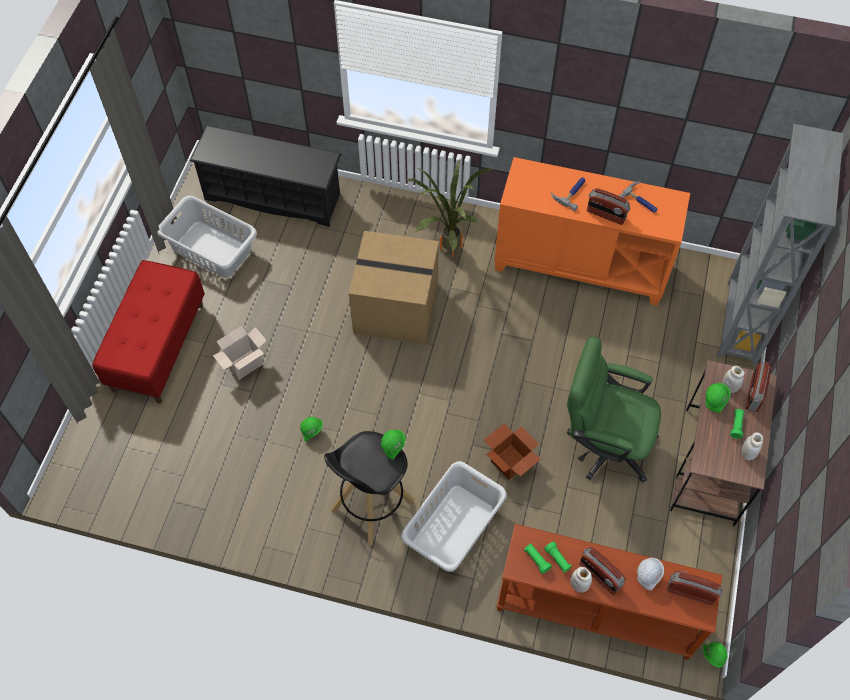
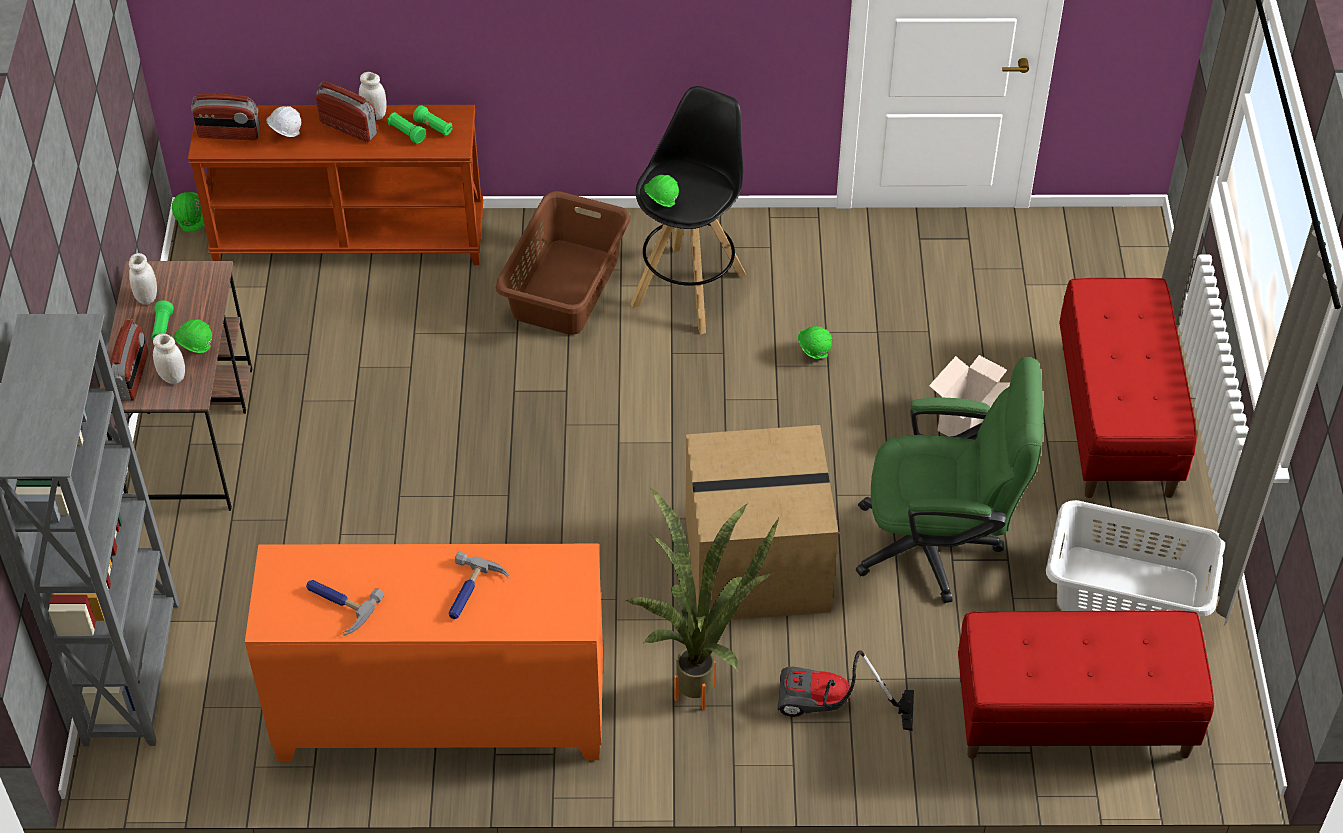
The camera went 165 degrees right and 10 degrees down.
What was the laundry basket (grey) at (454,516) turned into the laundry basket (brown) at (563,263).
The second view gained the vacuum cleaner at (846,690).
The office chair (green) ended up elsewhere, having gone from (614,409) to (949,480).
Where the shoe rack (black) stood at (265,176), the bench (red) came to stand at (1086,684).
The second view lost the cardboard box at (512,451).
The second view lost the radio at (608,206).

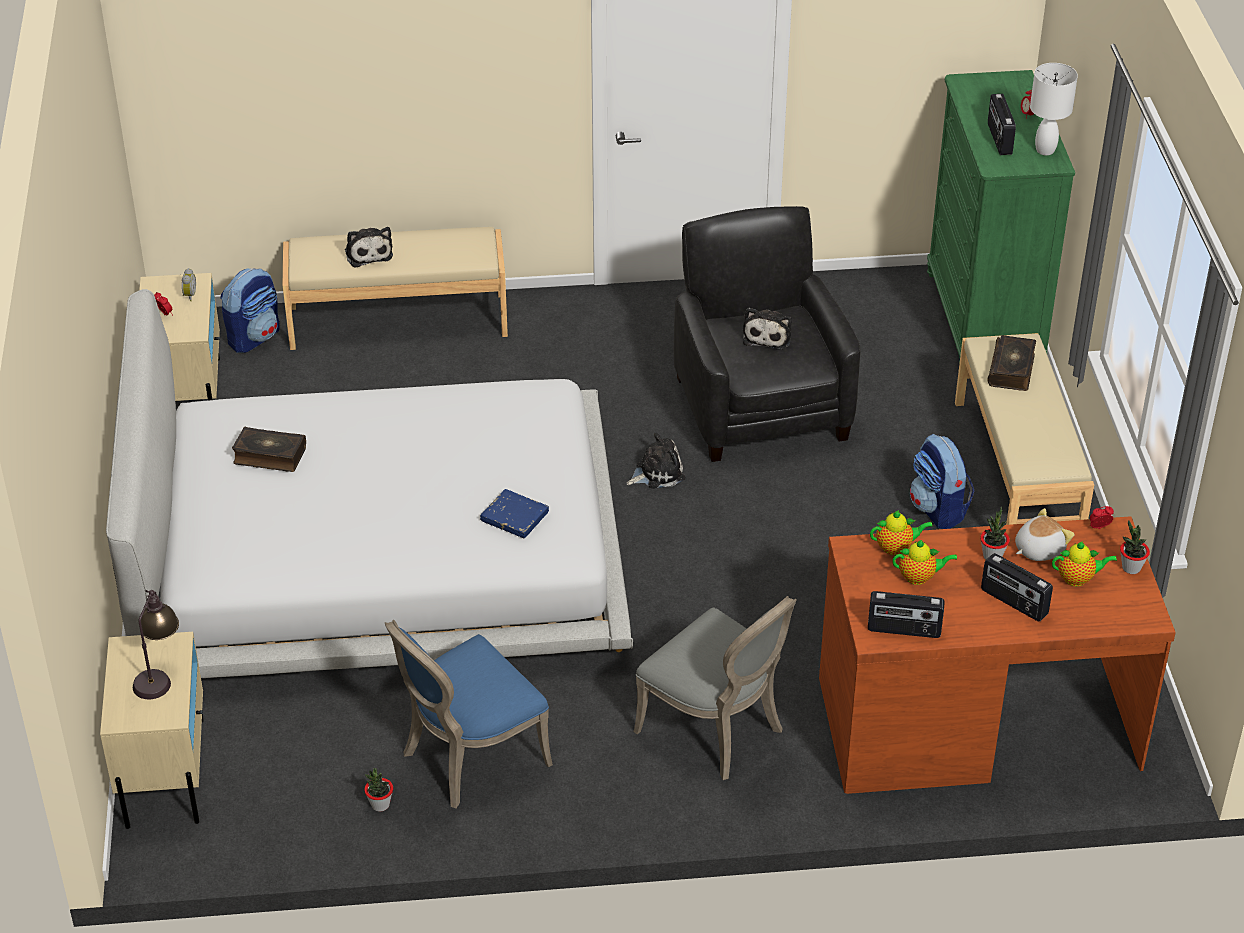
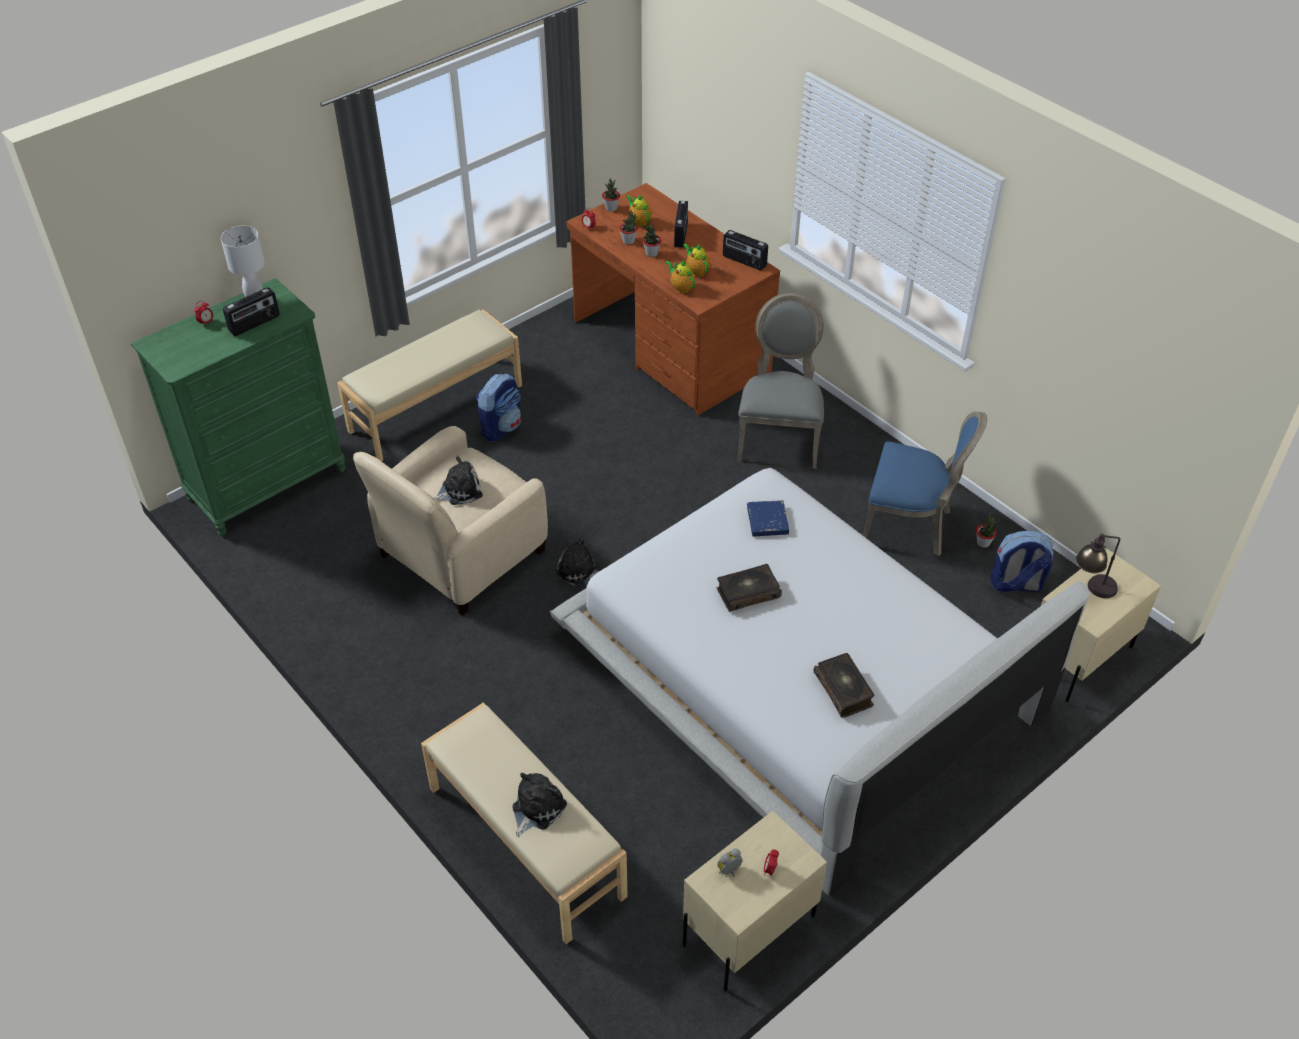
The camera went 125 degrees left and 5 degrees up.
What was the armchair (black) at (767,334) turned into the armchair (beige) at (450,521).
Where the plush toy stood at (1045,534), the potted plant came to stand at (628,227).
The book ended up elsewhere, having gone from (1012,363) to (749,588).
The radio at (906,614) ended up facing another way, 150 degrees clockwise from before.
The backpack ended up elsewhere, having gone from (250,310) to (1022,561).

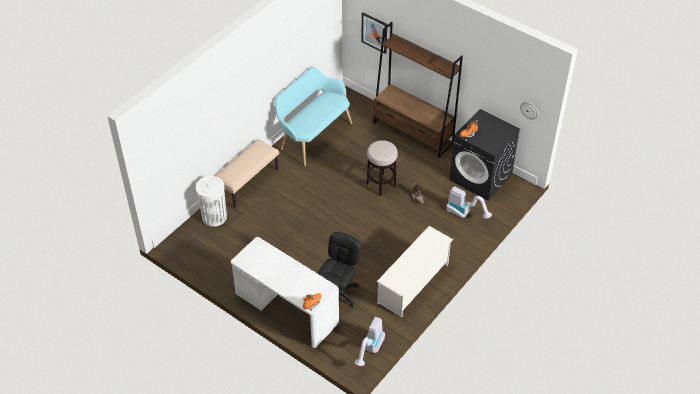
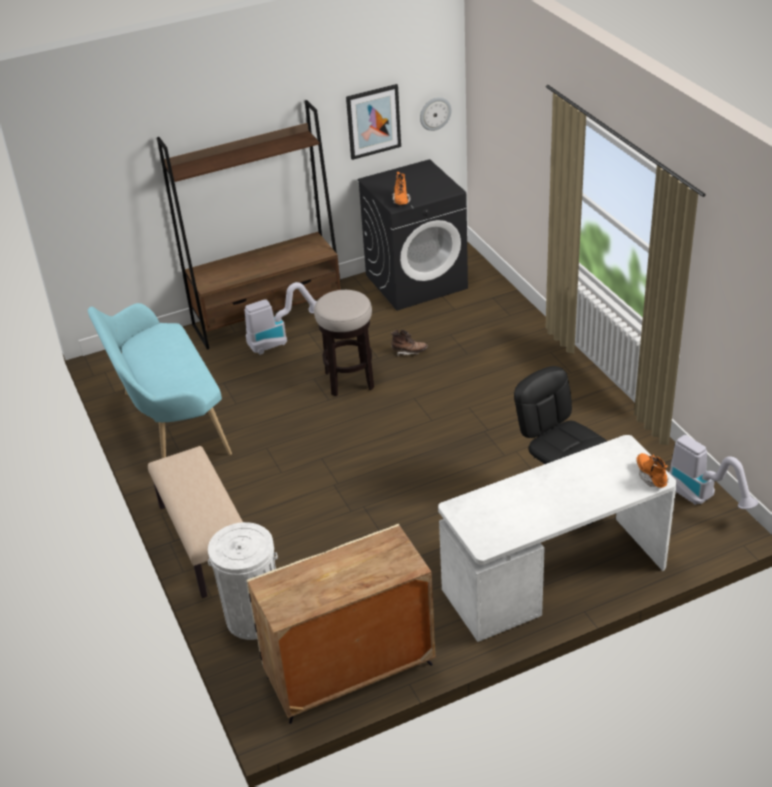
The camera went 60 degrees left and 10 degrees down.
The vacuum cleaner ended up elsewhere, having gone from (469,202) to (281,318).
The second view gained the cabinet (beige) at (341,623).
The picture ended up elsewhere, having gone from (374,33) to (373,122).
The second view lost the shoe rack (white) at (415,272).

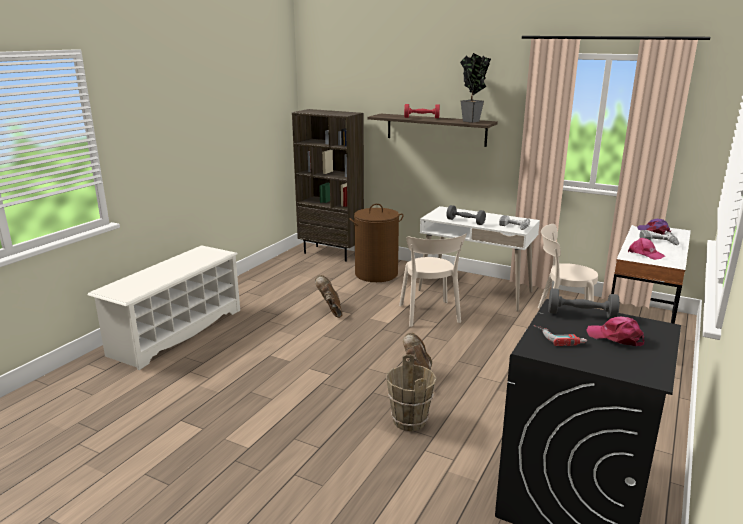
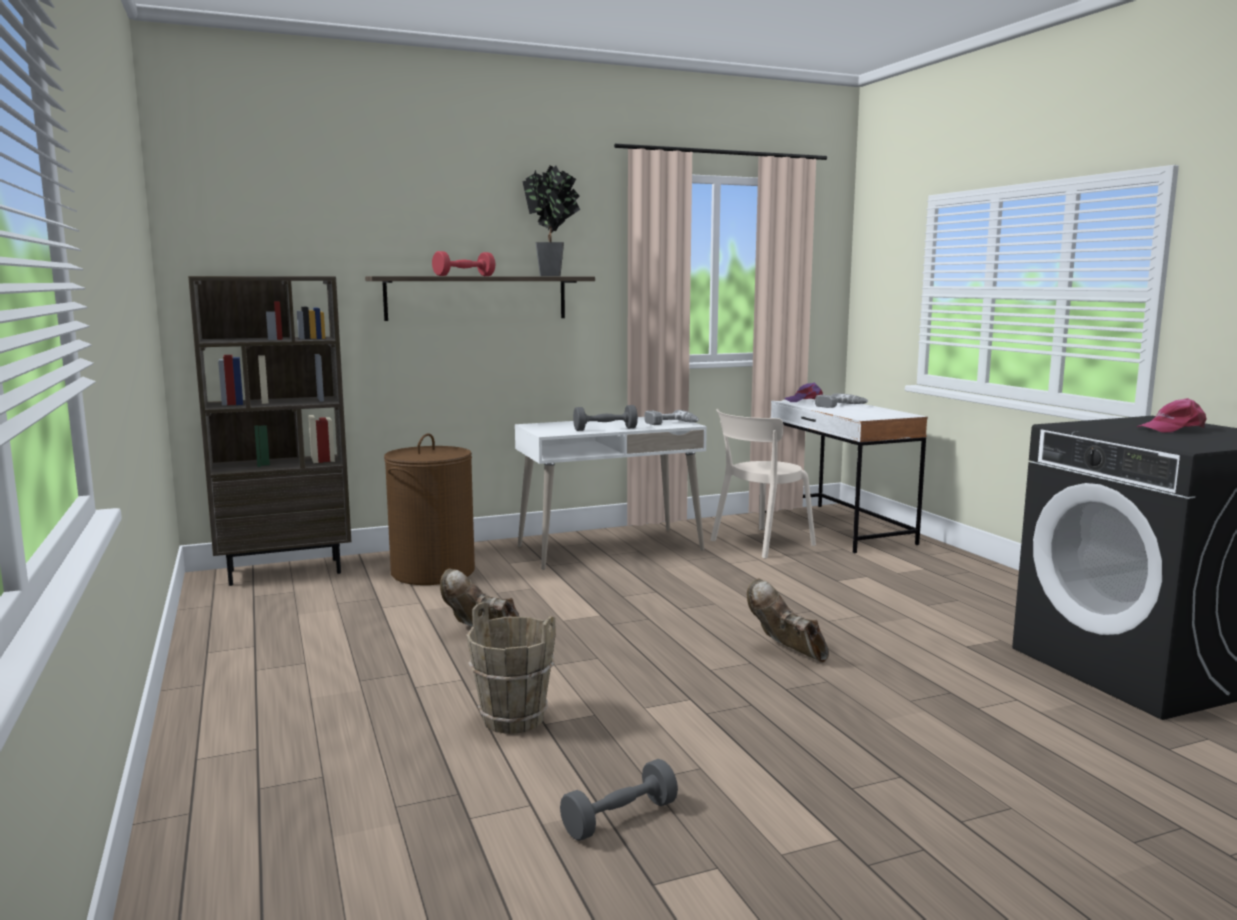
The camera went 50 degrees left and 10 degrees down.
The bucket (brown) ended up elsewhere, having gone from (411,392) to (511,668).
The dumbbell (grey) ended up elsewhere, having gone from (584,303) to (619,800).
The second view lost the shoe rack (white) at (164,307).
The second view lost the chair (beige) at (433,280).
The second view lost the power drill at (560,335).
The second view lost the cap (pink) at (646,249).

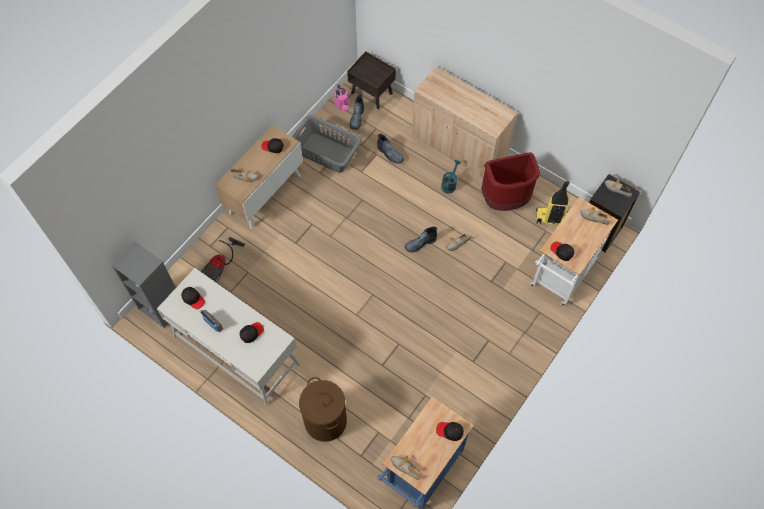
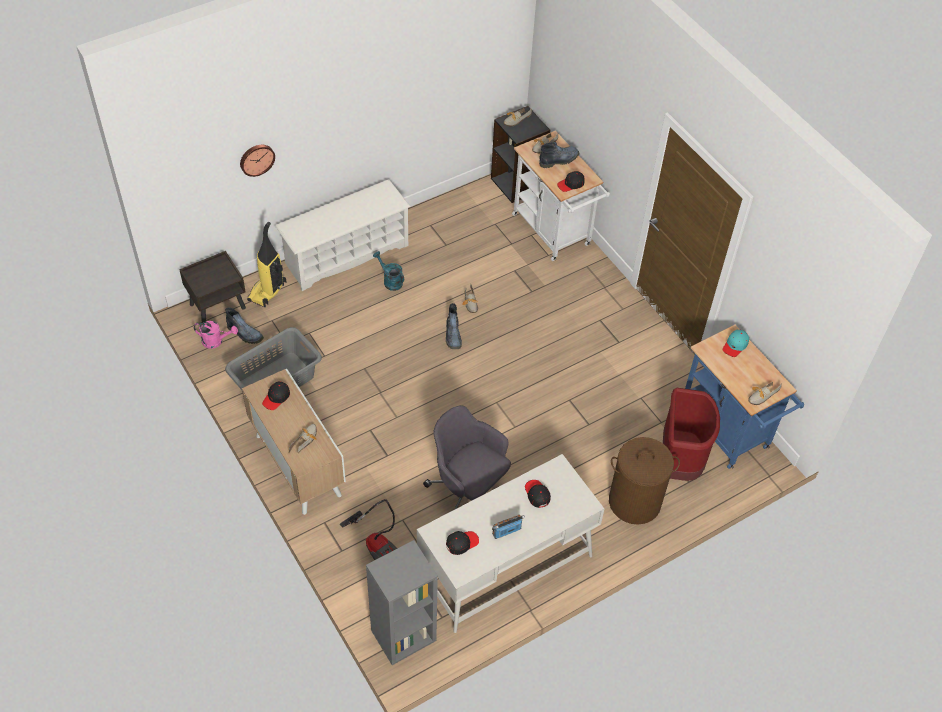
The camera went 70 degrees left and 10 degrees down.
The second view gained the wall clock at (257,161).
The vacuum cleaner ended up elsewhere, having gone from (553,203) to (267,264).
Where the cabinet (beige) stood at (465,122), the shoe rack (white) came to stand at (343,235).
The second view gained the office chair (grey) at (467,457).
The boot ended up elsewhere, having gone from (390,149) to (559,155).
The trash can (red) ended up elsewhere, having gone from (510,182) to (691,434).
What was the cap (black) at (450,431) turned into the cap (turquoise) at (736,343).

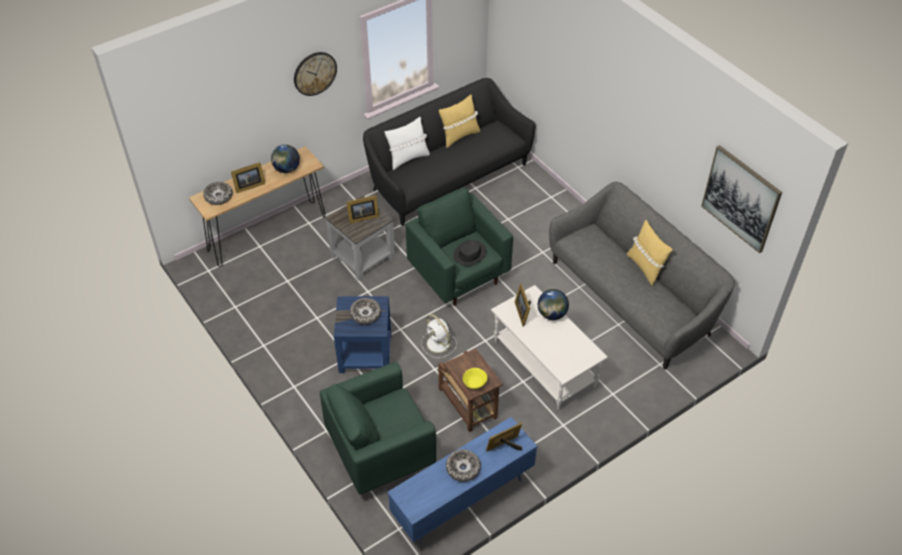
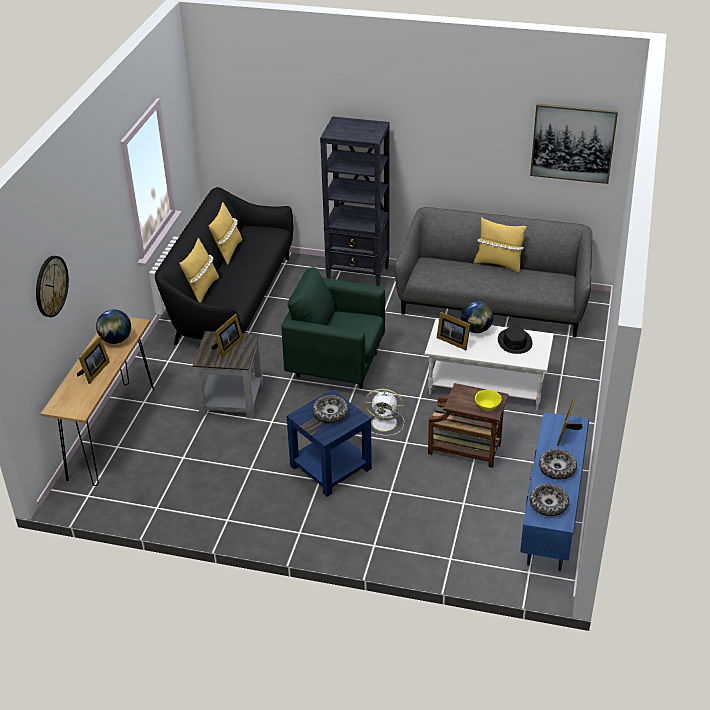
The camera went 40 degrees left and 10 degrees down.
The wall clock ended up elsewhere, having gone from (315,74) to (52,286).
What was the pillow (white) at (407,143) turned into the pillow (yellow) at (199,270).
The second view gained the bookcase (black) at (355,201).
The hat (black) ended up elsewhere, having gone from (470,253) to (515,340).
The bowl ended up elsewhere, having gone from (218,193) to (549,500).
The second view lost the armchair (green) at (378,428).

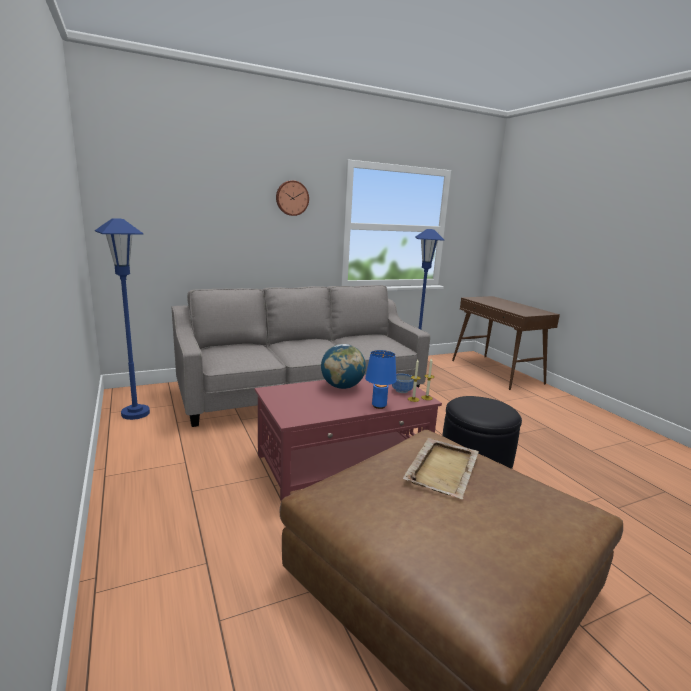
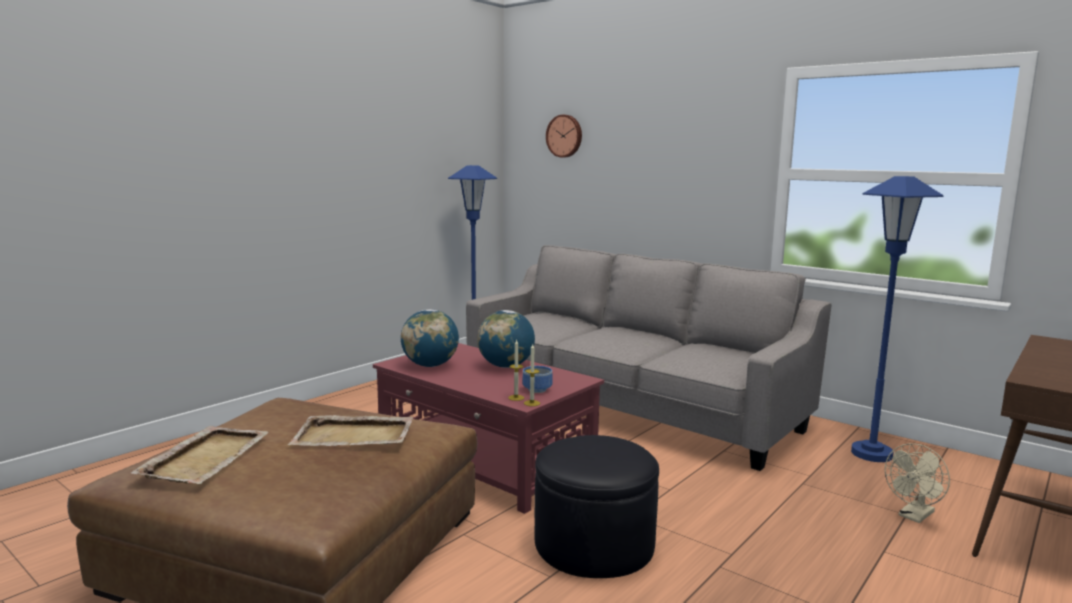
The camera went 65 degrees right and 5 degrees down.
The second view gained the tray (beige) at (200,455).
The second view gained the globe at (430,338).
The wall clock ended up elsewhere, having gone from (292,198) to (564,136).
The second view gained the fan (beige) at (917,483).
The second view lost the table lamp (blue) at (381,379).

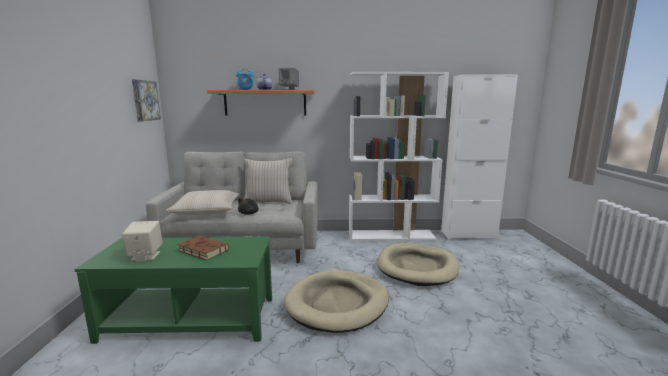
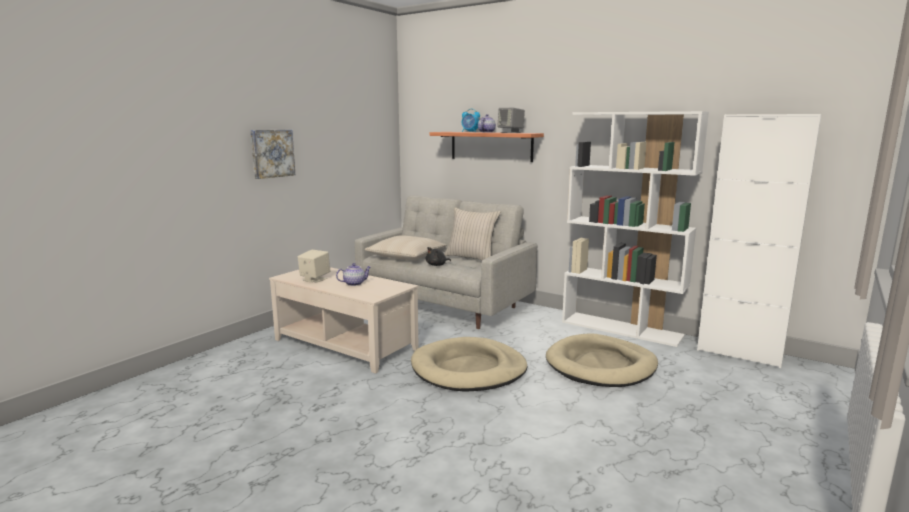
The camera went 35 degrees right and 0 degrees up.
The picture ended up elsewhere, having gone from (146,100) to (272,154).
What was the coffee table (green) at (173,290) turned into the coffee table (beige) at (344,320).
Where the book (brown) stood at (203,248), the teapot came to stand at (353,274).

